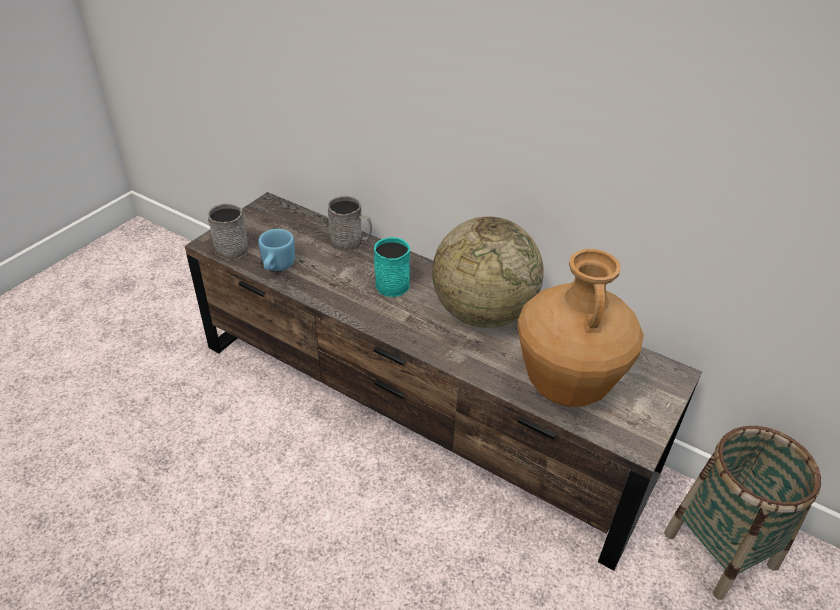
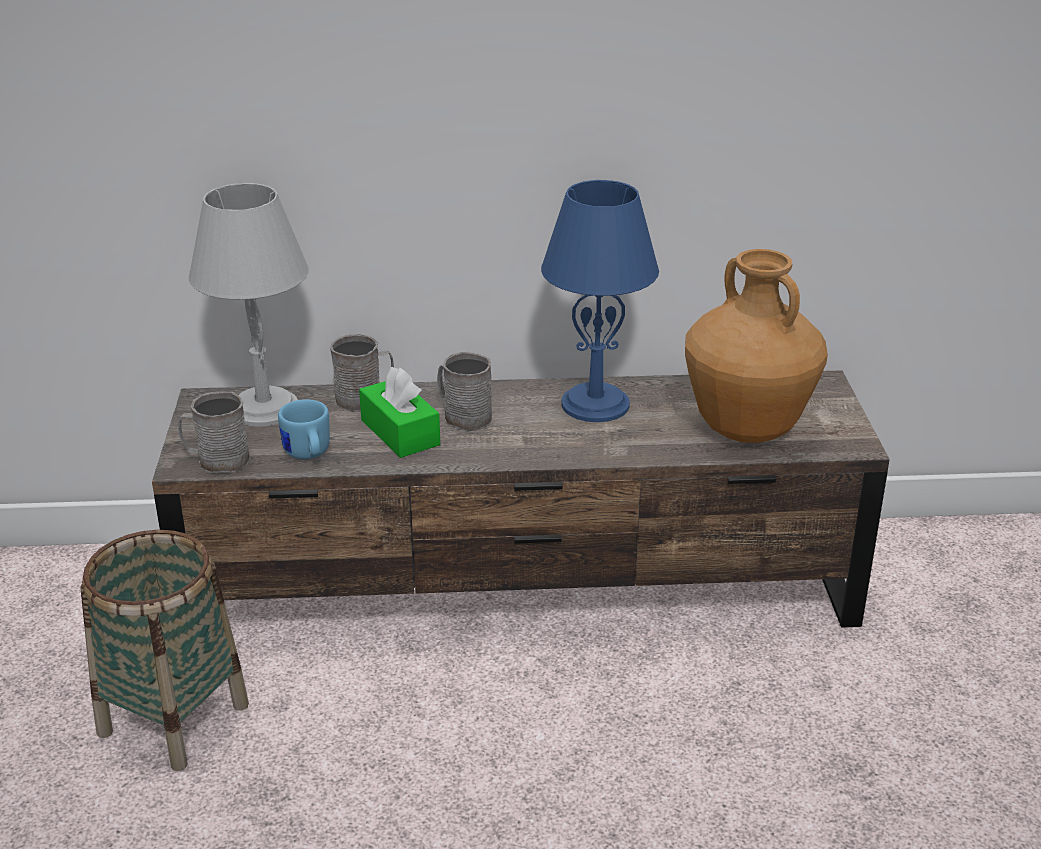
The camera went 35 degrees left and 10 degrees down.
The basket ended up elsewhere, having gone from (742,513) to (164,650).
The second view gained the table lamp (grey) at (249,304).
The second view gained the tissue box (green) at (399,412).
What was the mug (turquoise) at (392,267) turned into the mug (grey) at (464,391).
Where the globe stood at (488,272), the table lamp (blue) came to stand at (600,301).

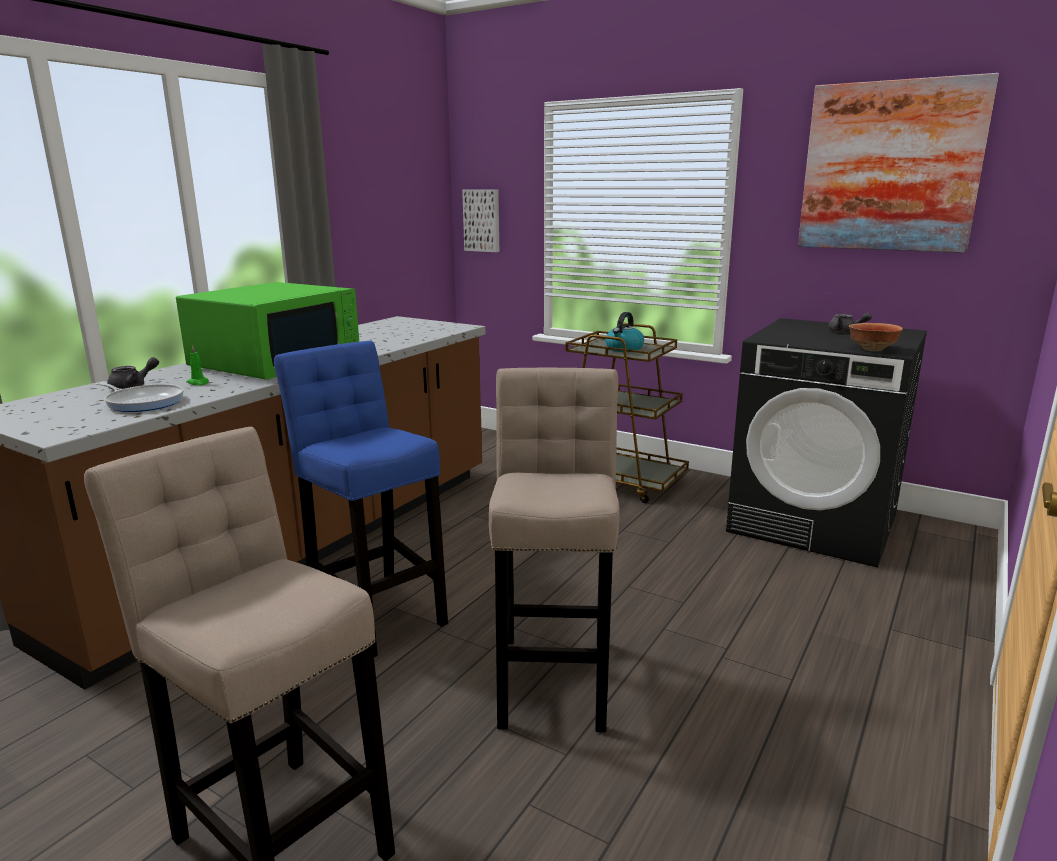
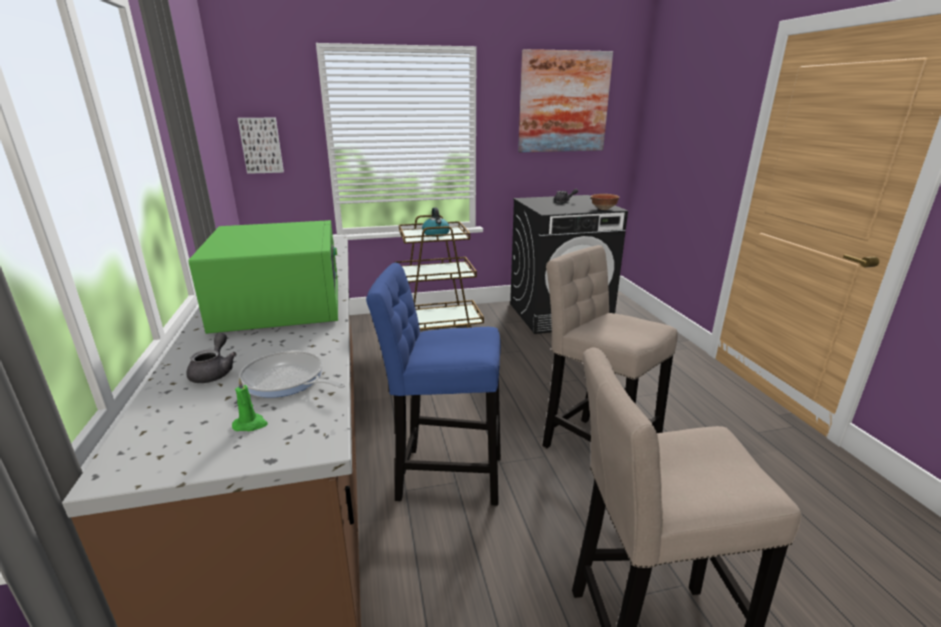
The camera went 45 degrees left and 5 degrees up.
The candle (green) ended up elsewhere, having gone from (197,365) to (250,404).
The frying pan at (140,397) ended up facing another way, 135 degrees counterclockwise from before.

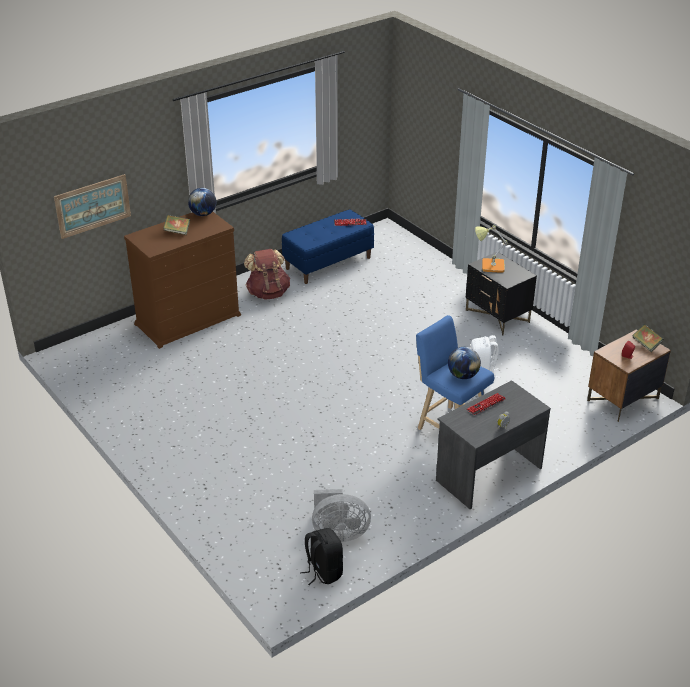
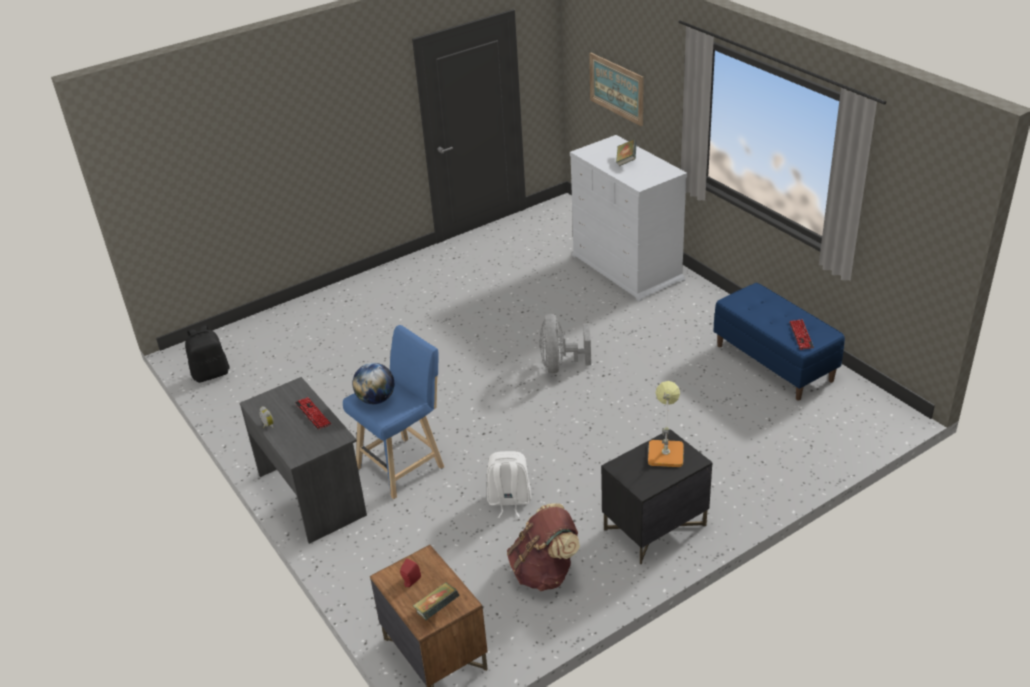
The camera went 95 degrees right and 0 degrees up.
The backpack (brown) ended up elsewhere, having gone from (267,274) to (543,547).
The fan (grey) ended up elsewhere, having gone from (341,515) to (565,343).
What was the dresser (brown) at (182,280) turned into the dresser (white) at (628,218).
The second view lost the globe at (202,202).

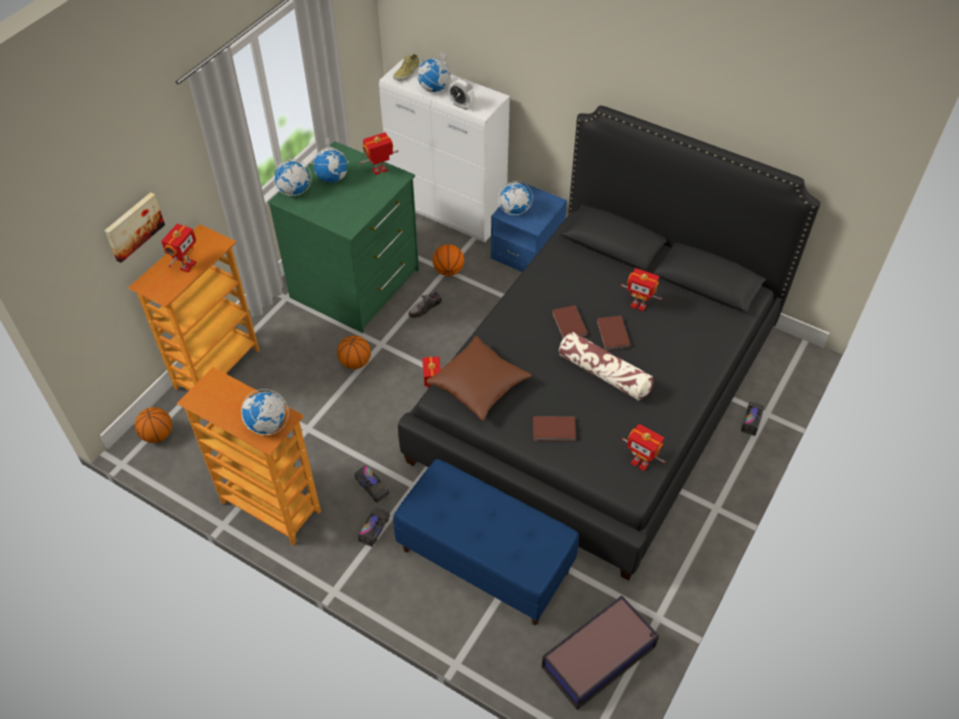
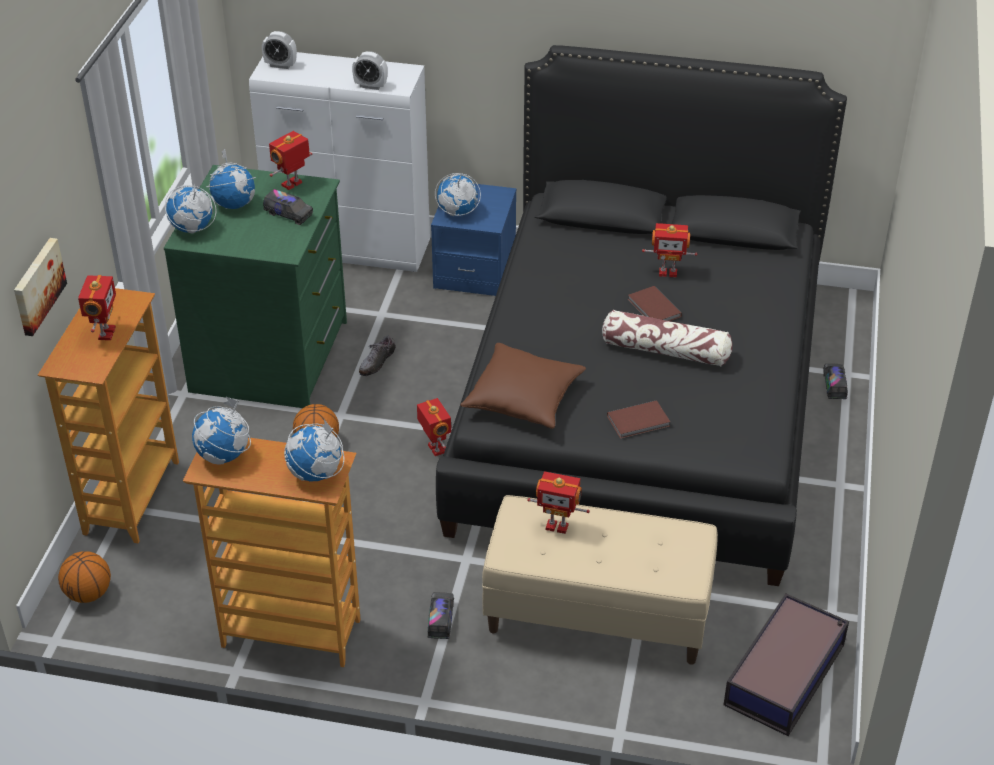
The camera went 20 degrees left and 10 degrees down.
The globe ended up elsewhere, having gone from (434,71) to (221,430).
Where the shoe (beige) stood at (406,67), the alarm clock came to stand at (279,50).
The toy truck ended up elsewhere, having gone from (372,484) to (288,207).
What was the bench (blue) at (486,542) turned into the bench (beige) at (600,580).
The toy robot ended up elsewhere, having gone from (644,447) to (558,502).
The second view lost the basketball at (448,260).
The second view lost the book (brown) at (570,322).

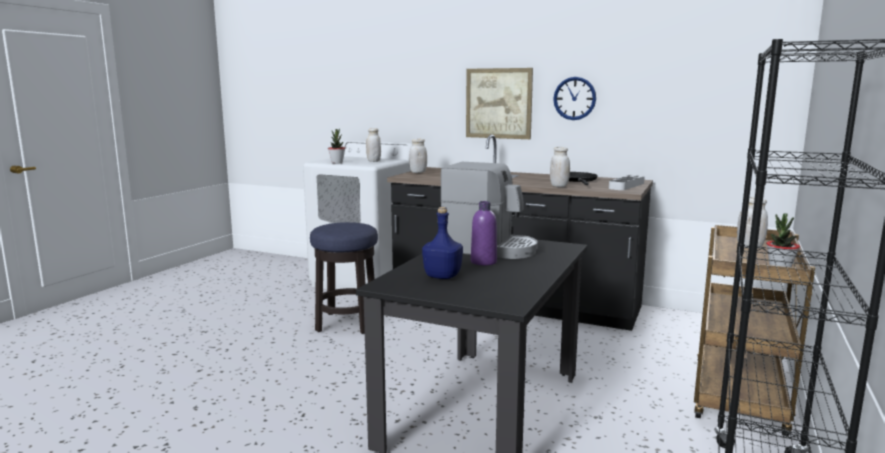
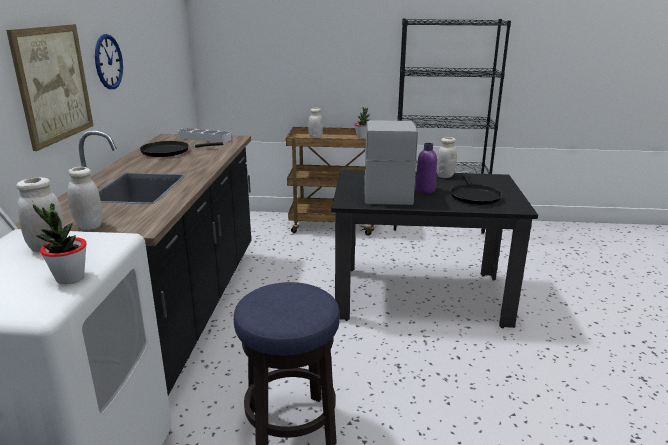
The camera went 110 degrees left and 10 degrees up.
The jar (white) ended up elsewhere, having gone from (560,167) to (447,157).
Where the bottle (blue) stood at (442,243), the frying pan (black) came to stand at (476,189).

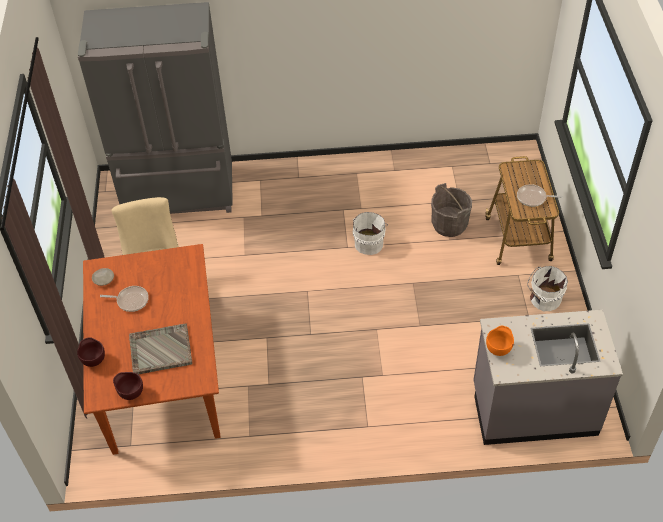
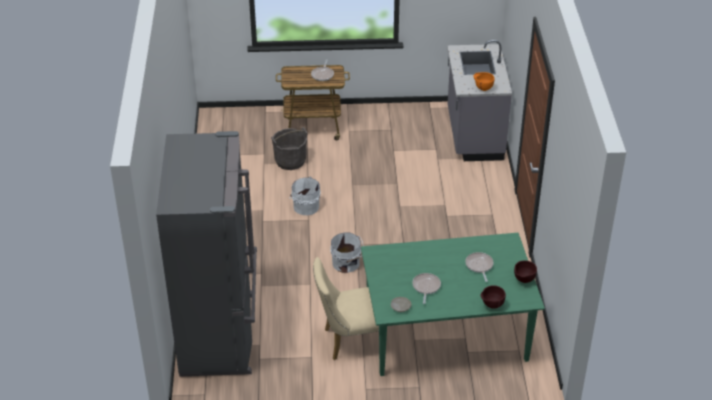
The camera went 90 degrees left and 10 degrees down.
The bucket (white) ended up elsewhere, having gone from (547,288) to (347,253).
What was the dining table (brown) at (152,349) turned into the dining table (green) at (453,304).
Where the tray (grey) stood at (161,349), the frying pan came to stand at (479,267).

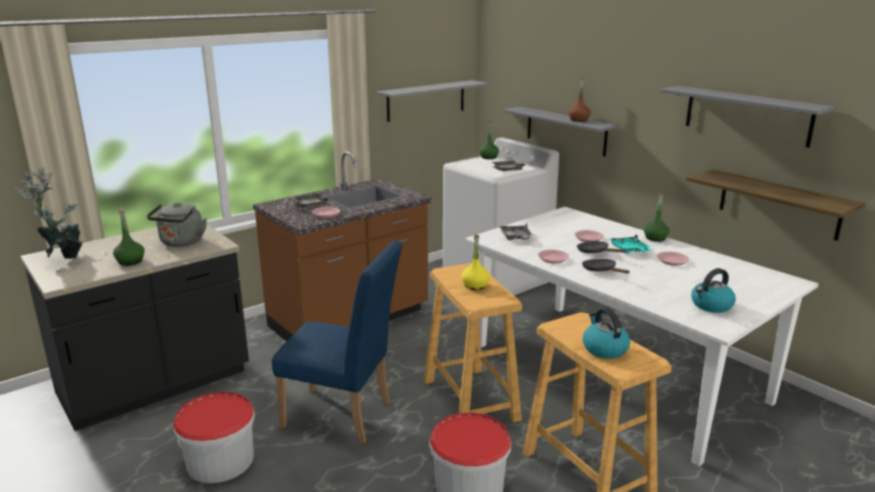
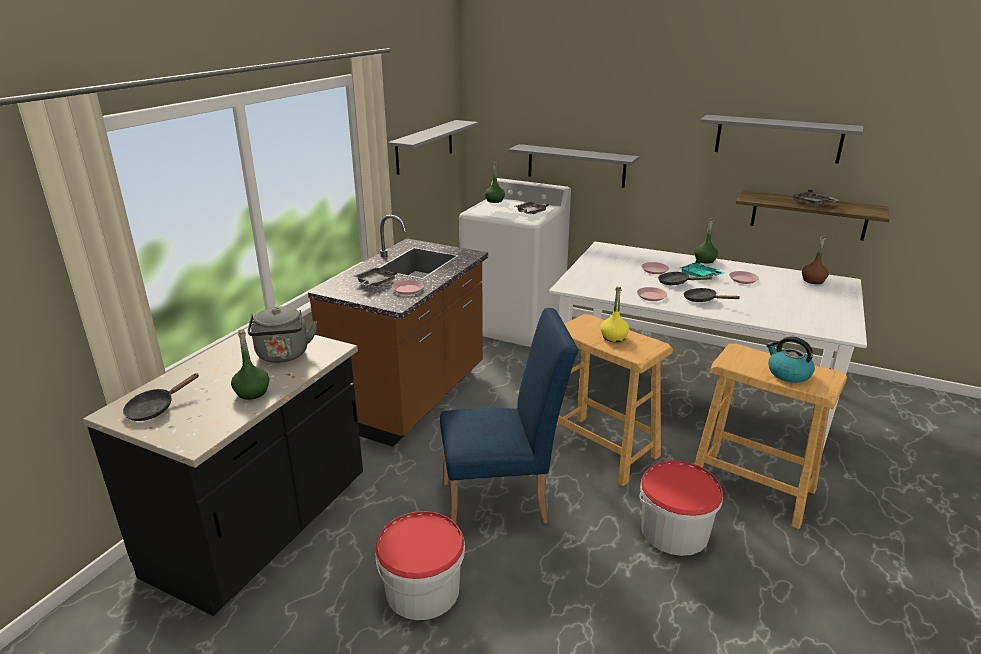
The camera went 25 degrees left and 5 degrees up.
Where the potted plant stood at (49,213), the frying pan (black) came to stand at (161,397).
The tray (grey) ended up elsewhere, having gone from (515,231) to (815,197).
The bottle (brown) ended up elsewhere, having gone from (579,100) to (815,260).
The second view lost the kettle at (713,290).

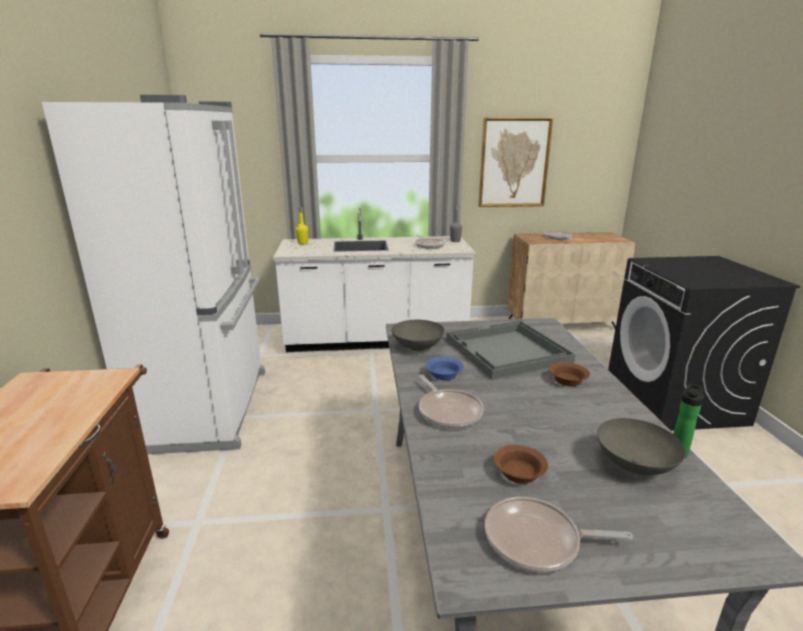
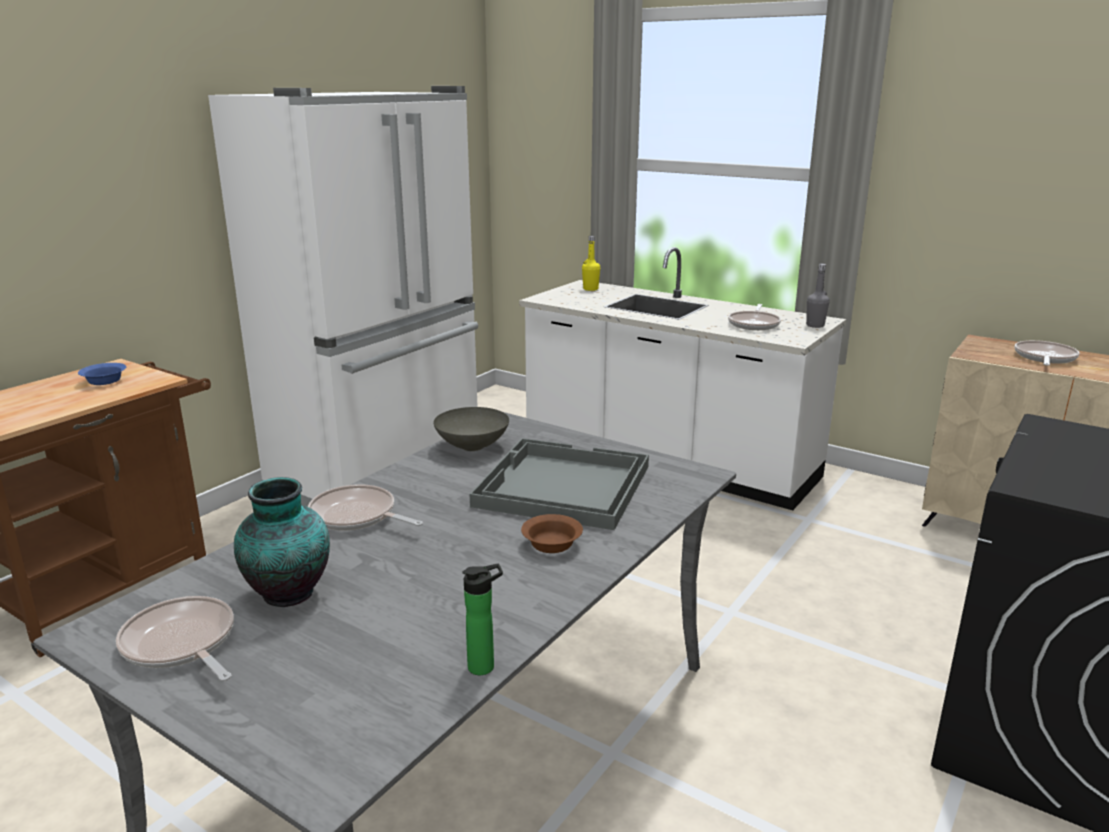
The camera went 40 degrees right and 0 degrees up.
The bowl (blue) ended up elsewhere, having gone from (444,368) to (102,374).
Where the bowl (brown) stood at (521,464), the vase came to stand at (282,542).
The frying pan at (451,402) ended up facing another way, 105 degrees clockwise from before.
The second view lost the picture at (516,162).
The second view lost the bowl (grey) at (641,446).

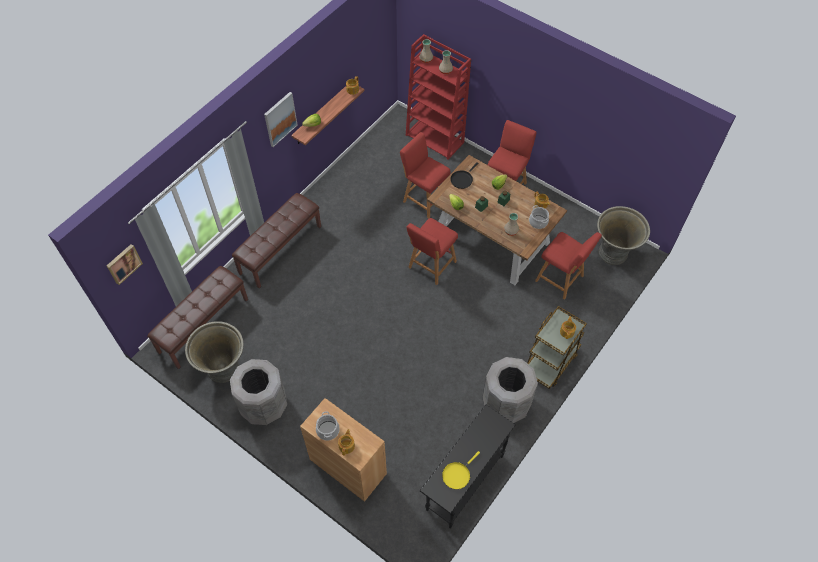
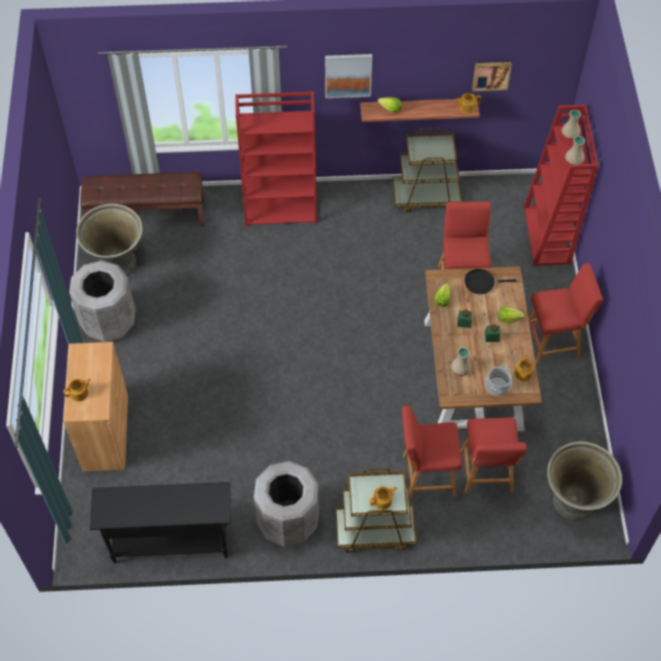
The camera went 50 degrees right and 0 degrees up.
Where the bench (brown) stood at (276,240), the bookcase (red) came to stand at (276,159).
The second view gained the cart (brown) at (427,170).
The stool (red) ended up elsewhere, having gone from (432,251) to (432,452).
The picture ended up elsewhere, having gone from (125,264) to (492,76).
The second view lost the cooking pot at (328,426).
The second view lost the frying pan (yellow) at (461,470).

